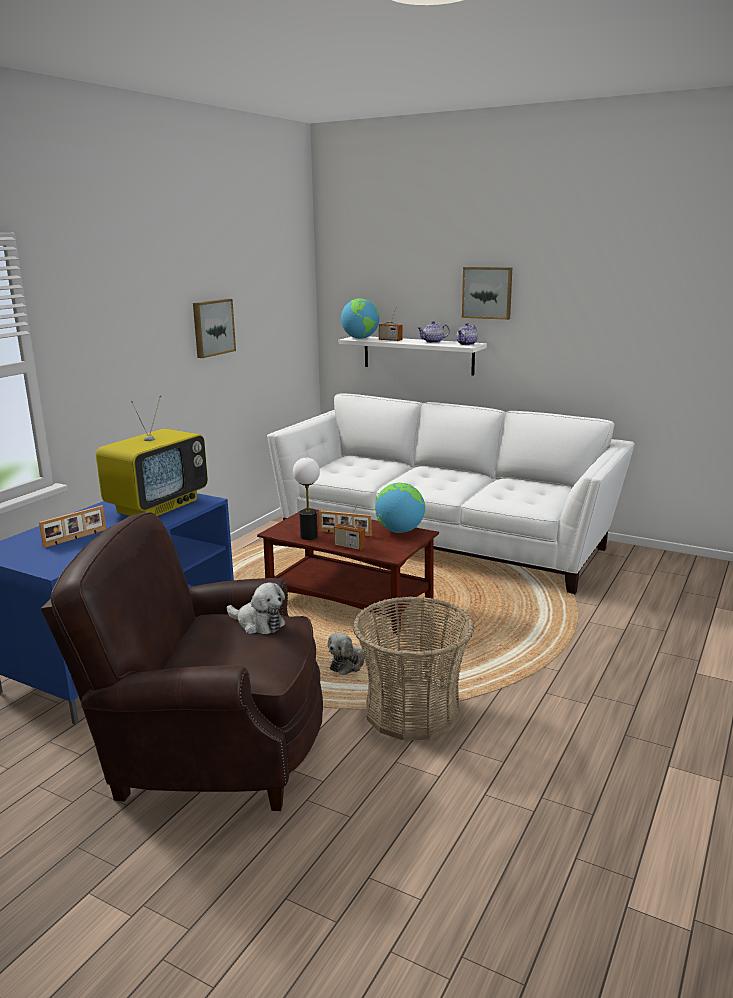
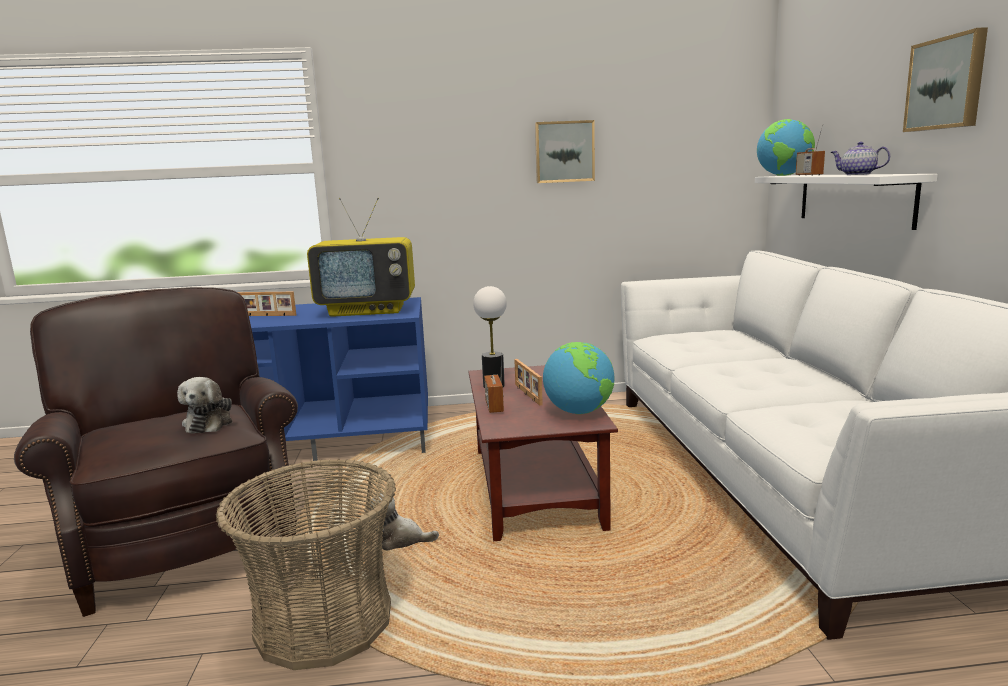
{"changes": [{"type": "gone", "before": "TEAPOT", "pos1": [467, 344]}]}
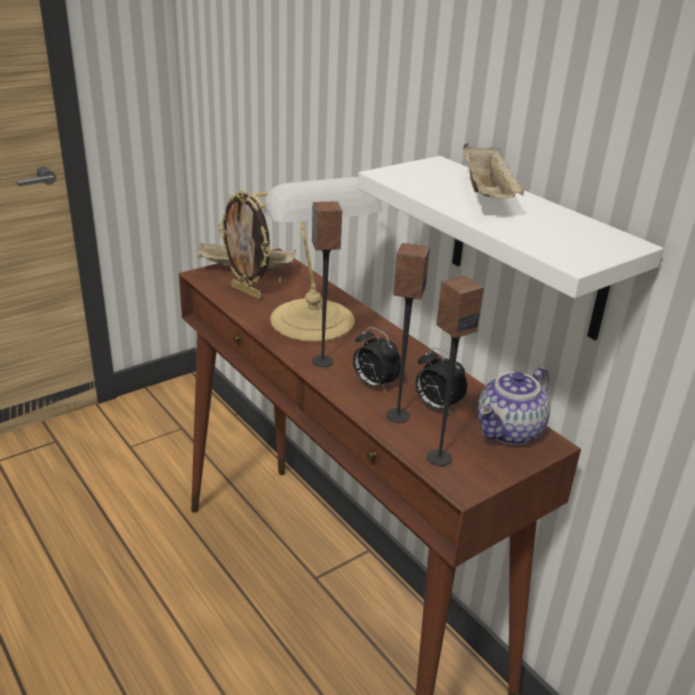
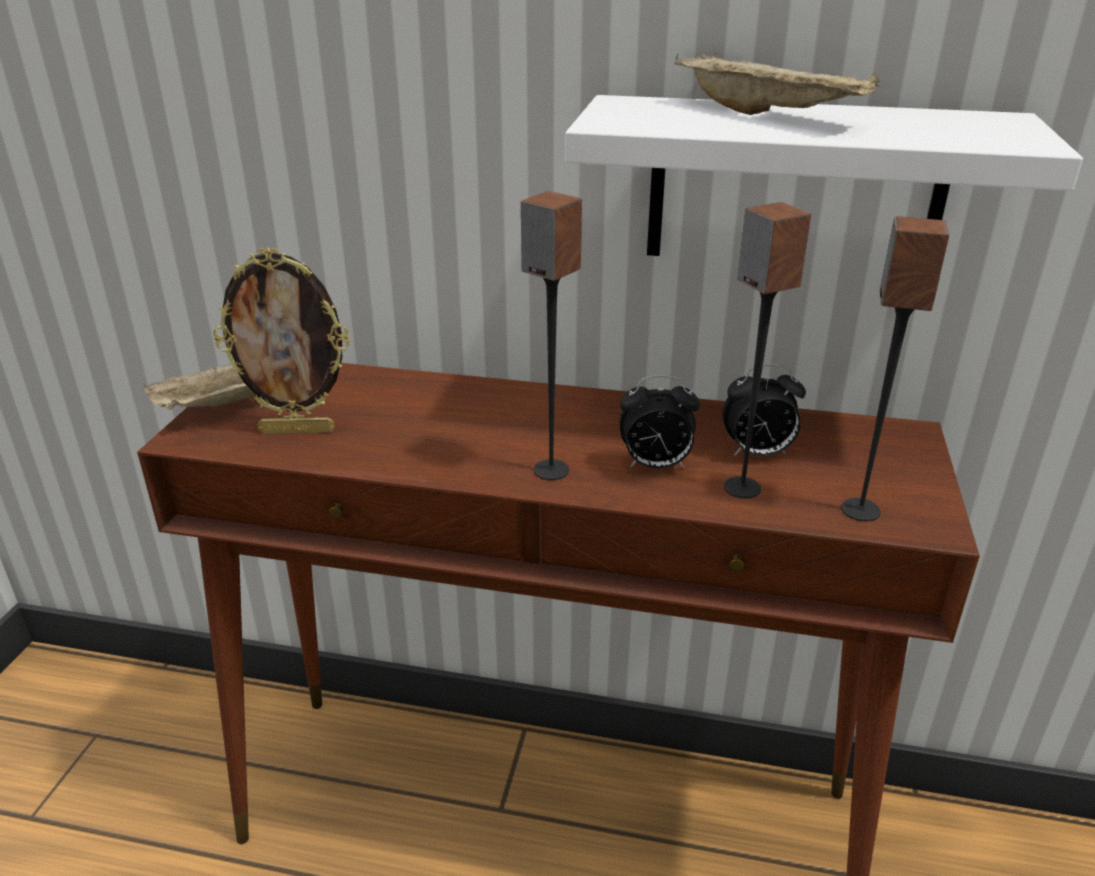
{"changes": [{"type": "gone", "before": "TABLE LAMP", "pos1": [314, 322]}, {"type": "gone", "before": "TEAPOT", "pos1": [510, 432]}]}
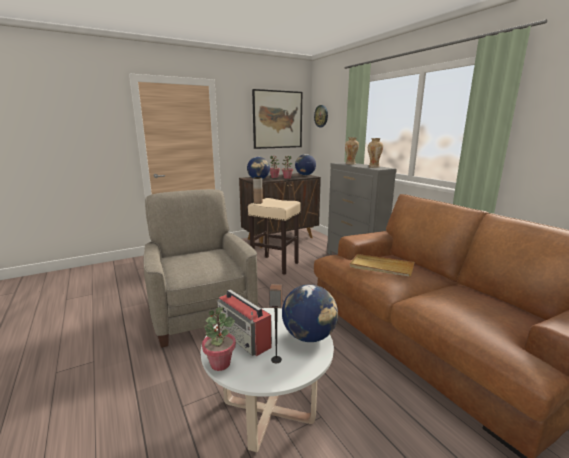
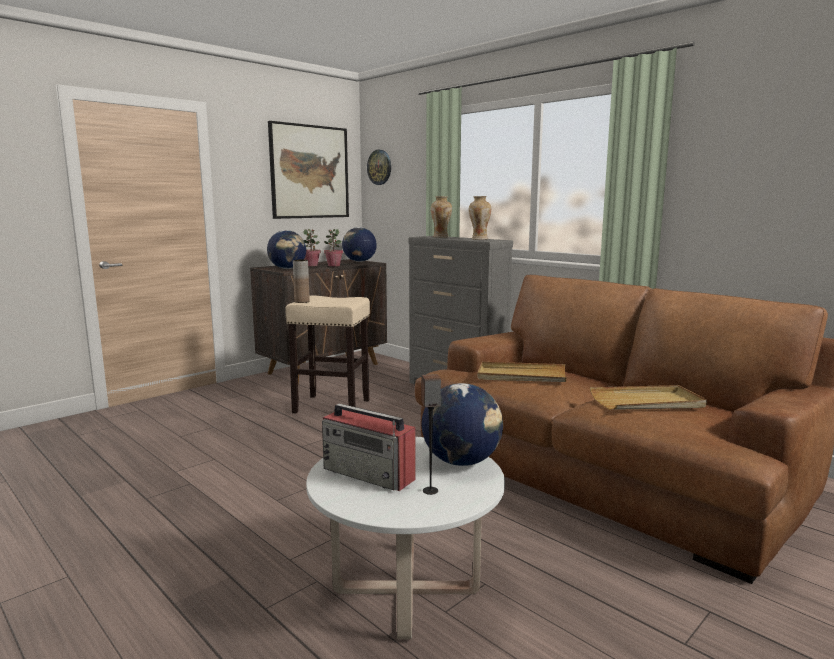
{"changes": [{"type": "new", "after": "BEIGE TRAY", "pos2": [647, 402]}, {"type": "gone", "before": "BEIGE ARMCHAIR", "pos1": [202, 312]}, {"type": "gone", "before": "POTTED PLANT", "pos1": [220, 363]}]}
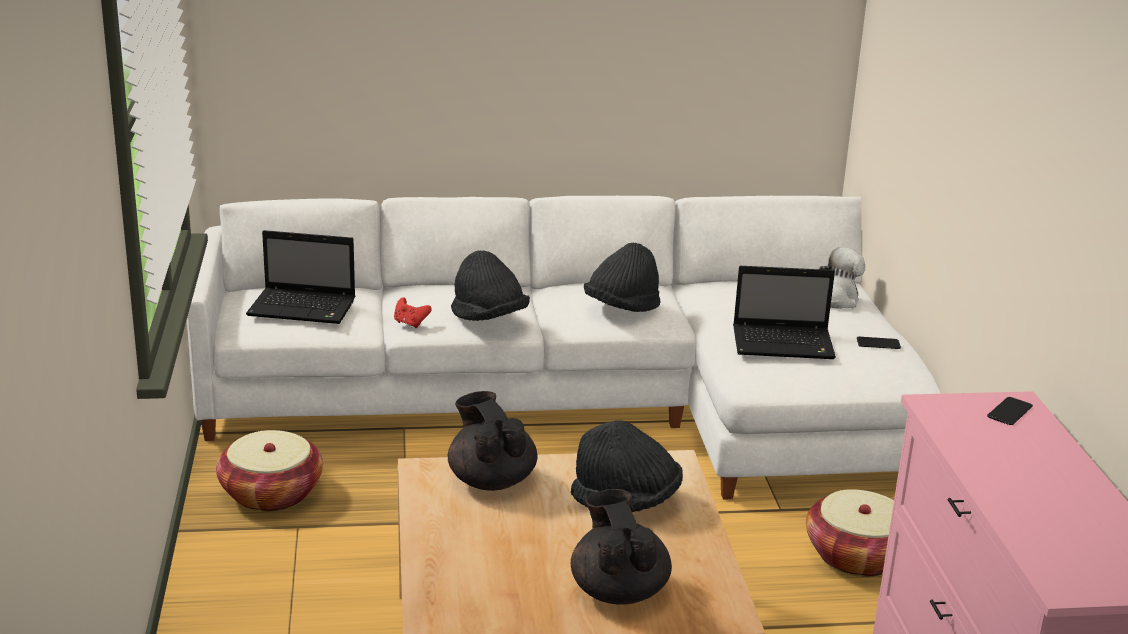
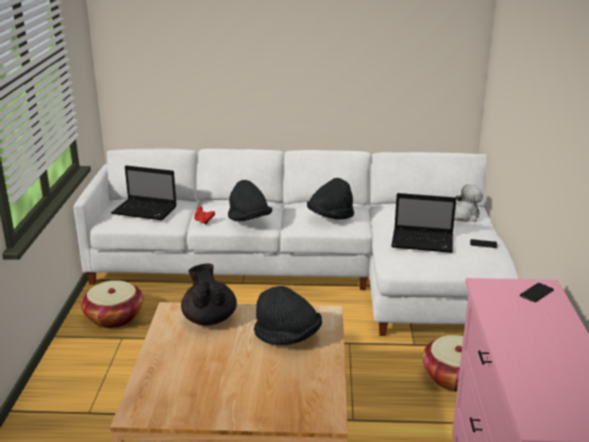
{"changes": [{"type": "gone", "before": "BLACK TEAPOT", "pos1": [618, 590]}]}
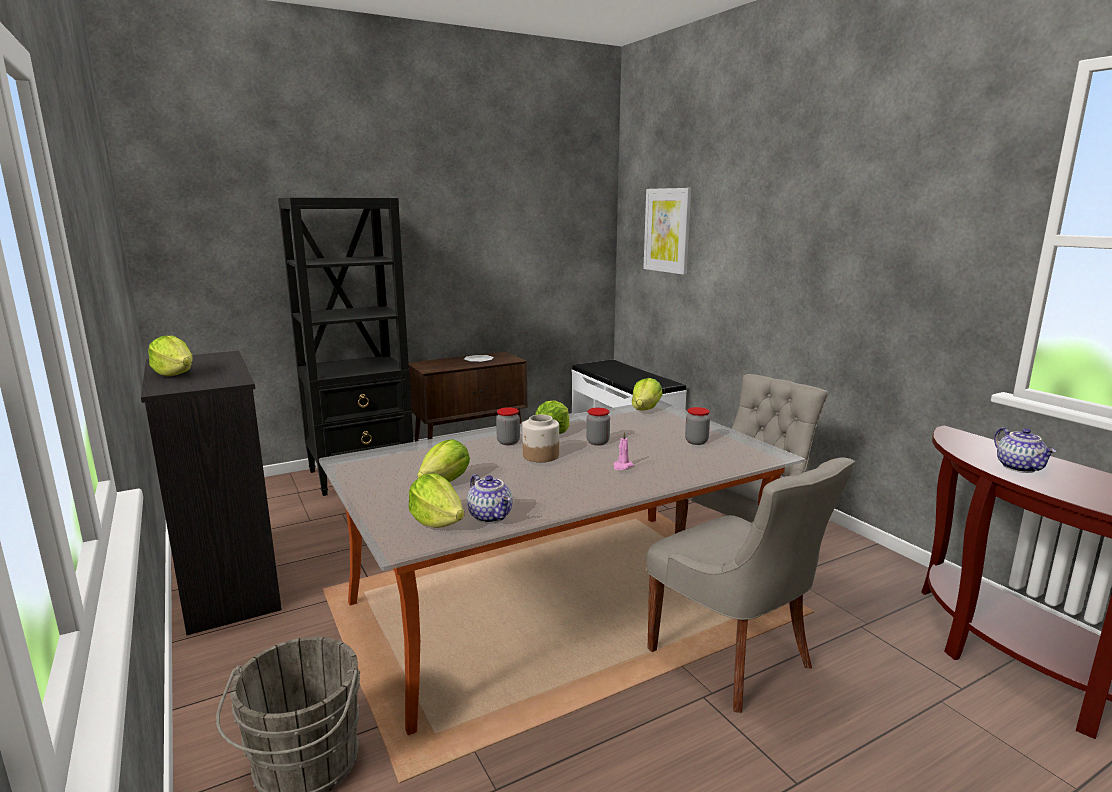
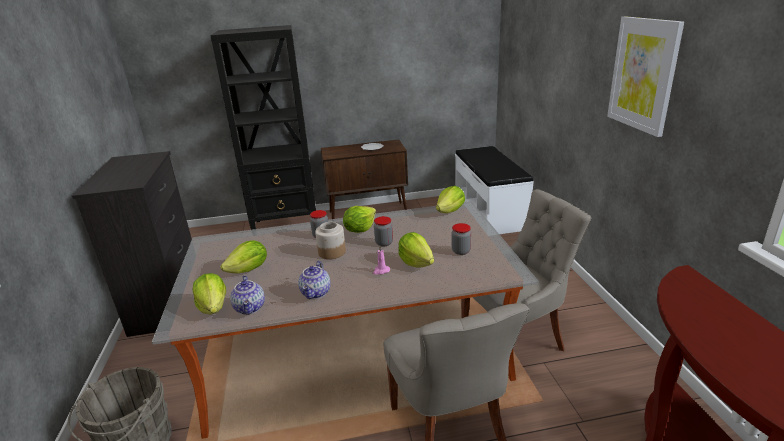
{"changes": [{"type": "shifted", "before": "TEAPOT", "pos1": [1020, 468], "pos2": [316, 293]}, {"type": "shifted", "before": "LETTUCE", "pos1": [175, 374], "pos2": [416, 262]}, {"type": "shifted", "before": "PICTURE", "pos1": [667, 230], "pos2": [643, 74]}]}
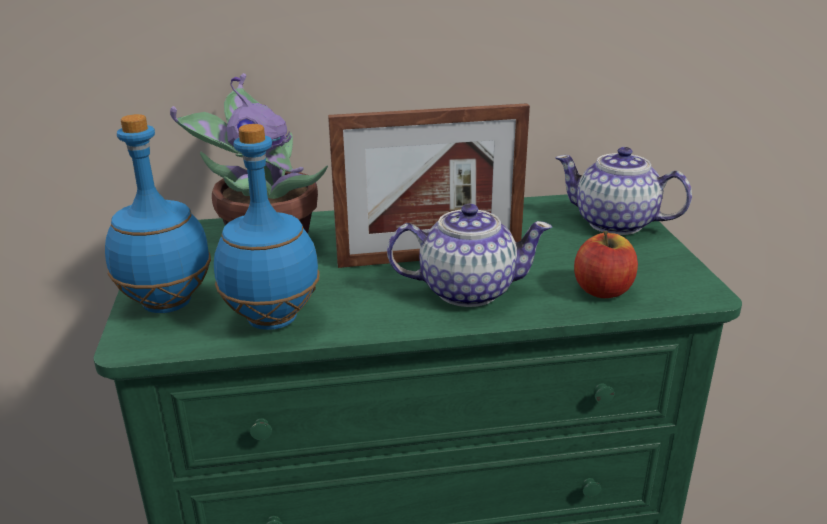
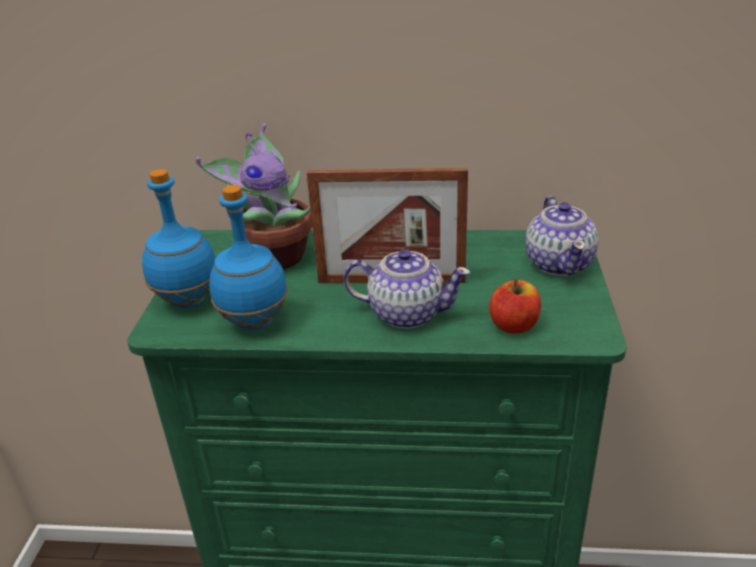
{"changes": [{"type": "rotated", "before": "TEAPOT", "pos1": [616, 224], "pos2": [559, 263], "turn": -135}]}
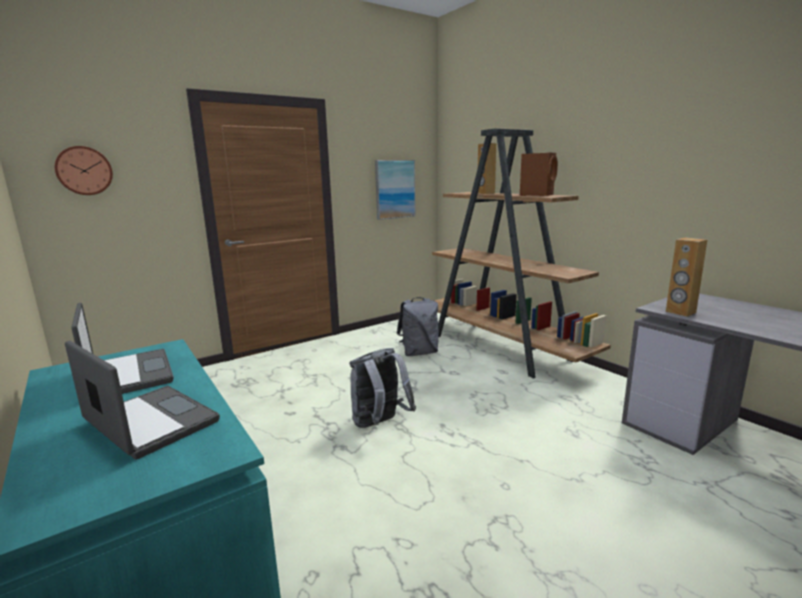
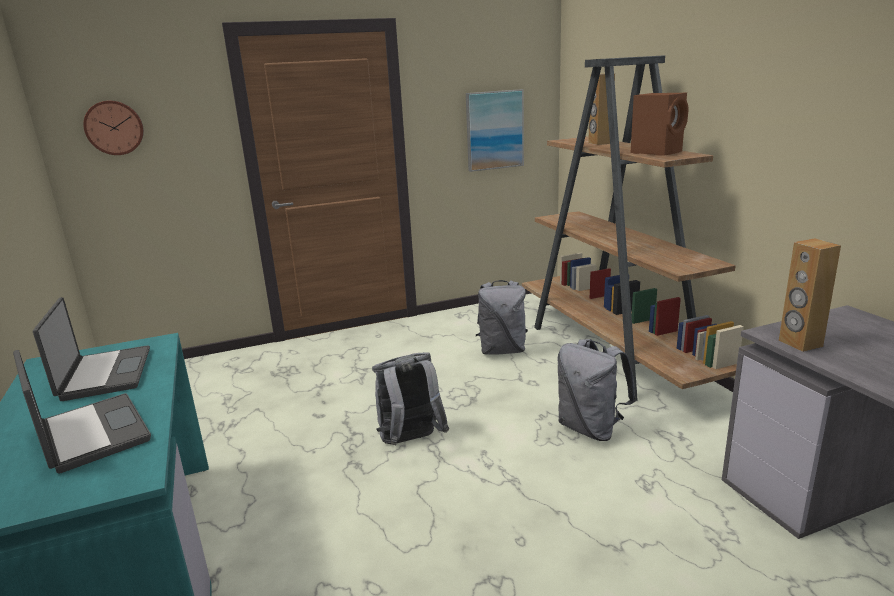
{"changes": [{"type": "new", "after": "GREY BACKPACK", "pos2": [591, 428]}]}
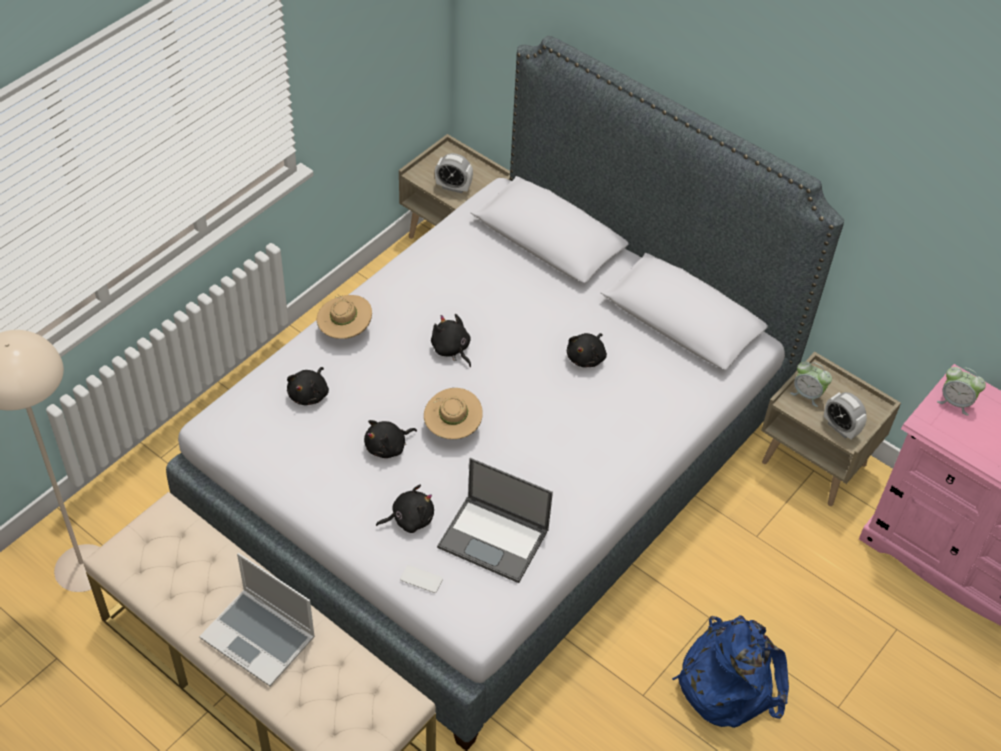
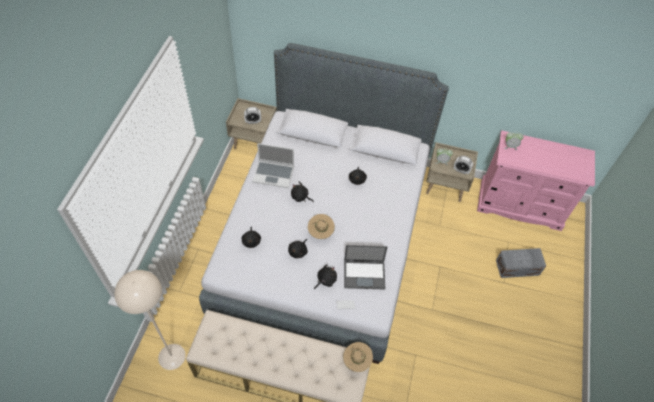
{"changes": [{"type": "shifted", "before": "LAPTOP", "pos1": [260, 638], "pos2": [274, 174]}, {"type": "shifted", "before": "BEIGE HAT", "pos1": [345, 330], "pos2": [357, 360]}, {"type": "new", "after": "GREY STORAGE BOX", "pos2": [518, 268]}, {"type": "gone", "before": "BLUE BACKPACK", "pos1": [728, 680]}]}
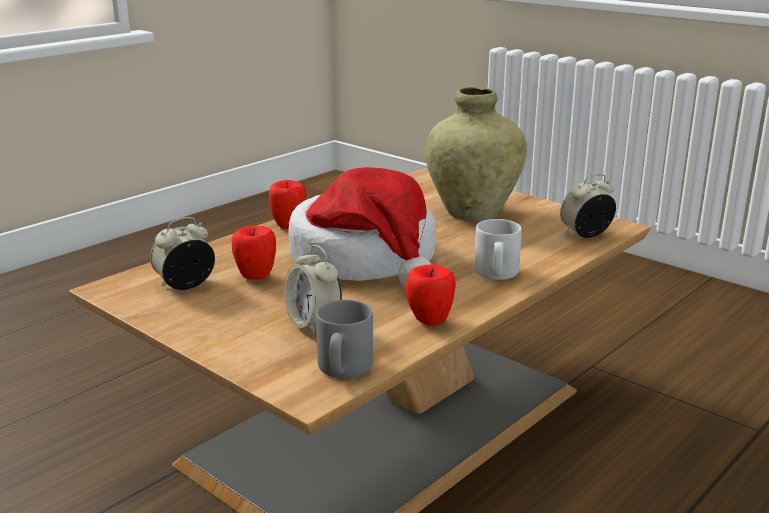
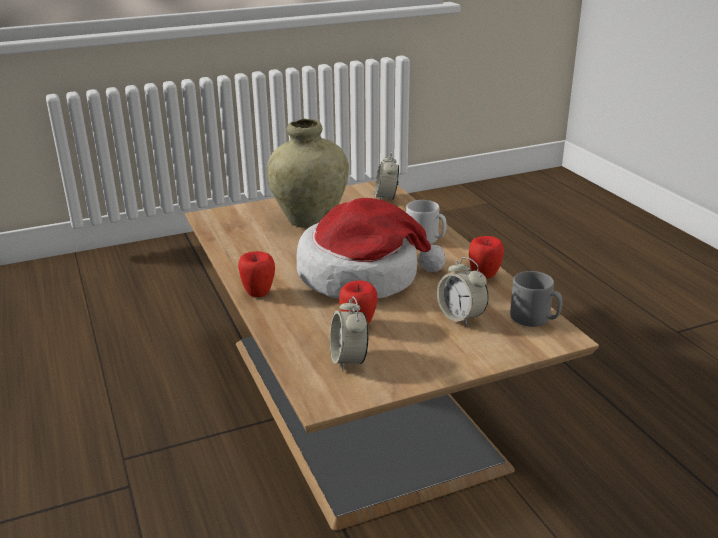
{"changes": [{"type": "rotated", "before": "ALARM CLOCK", "pos1": [313, 324], "pos2": [461, 317], "turn": 60}]}
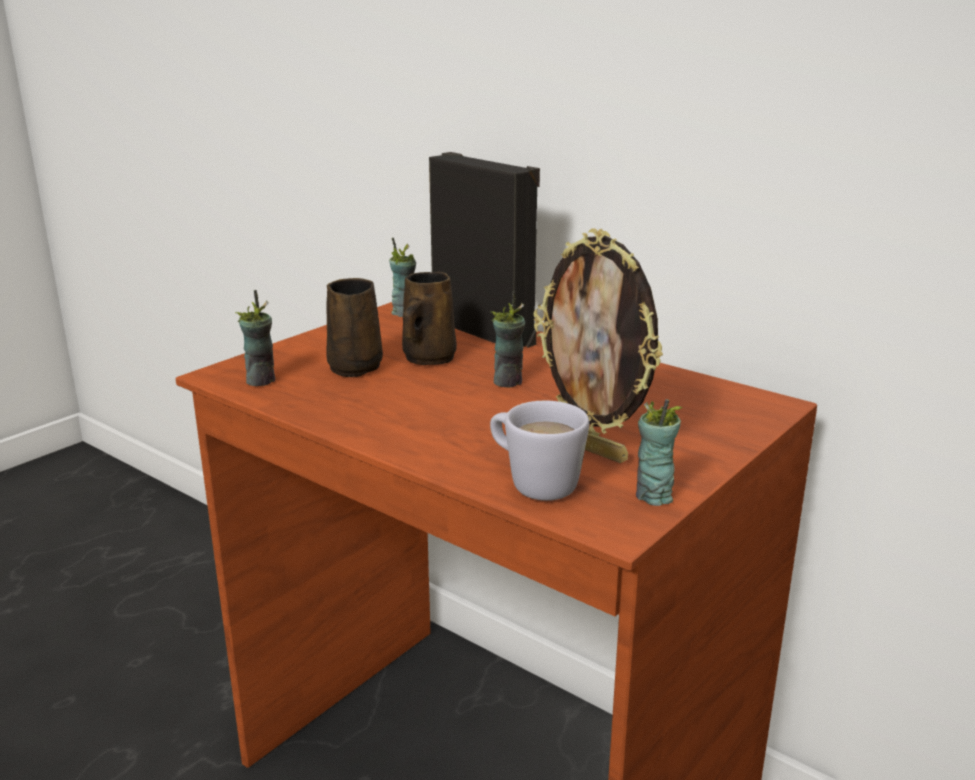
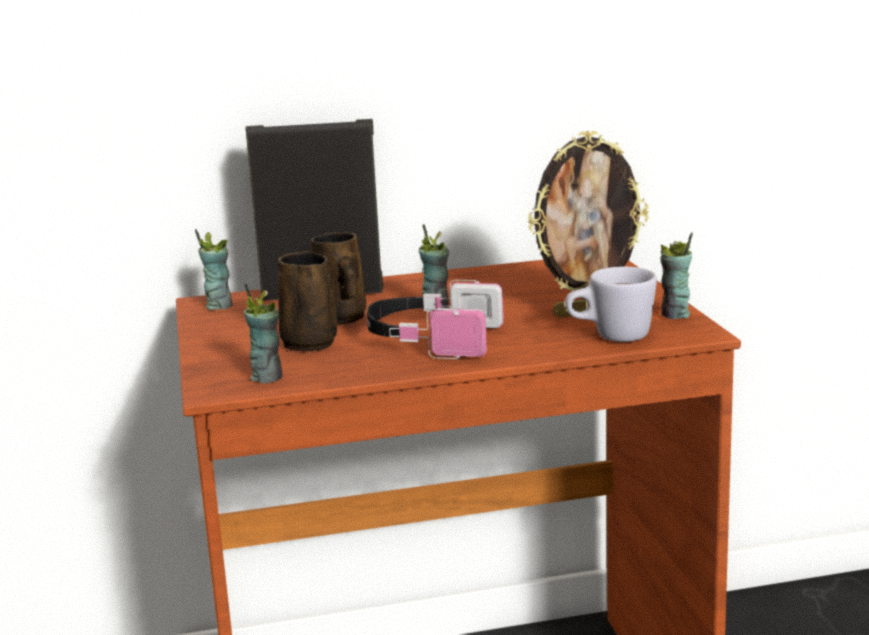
{"changes": [{"type": "new", "after": "HEADPHONES", "pos2": [432, 341]}]}
